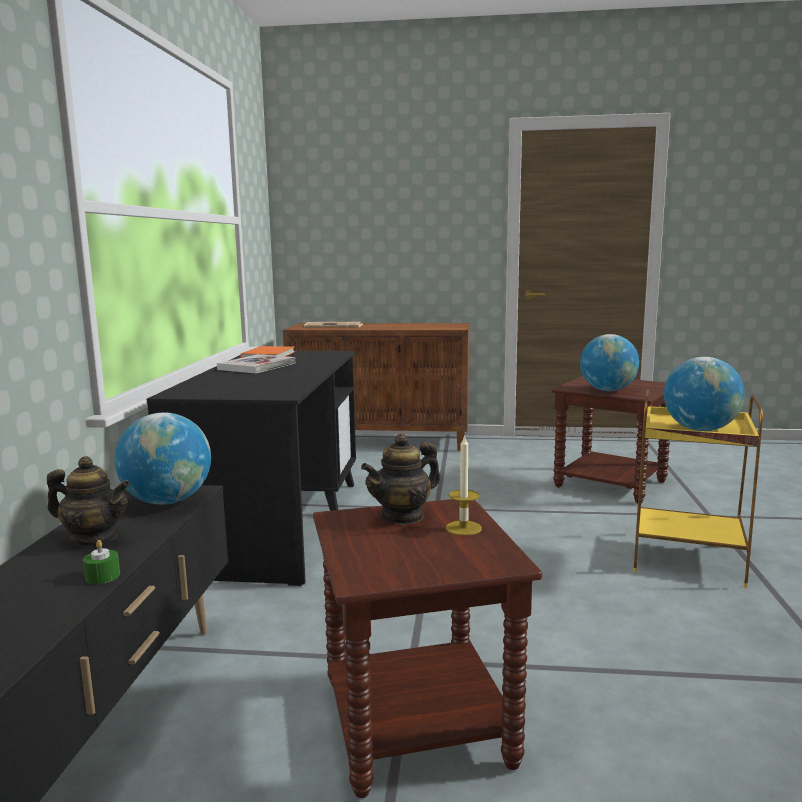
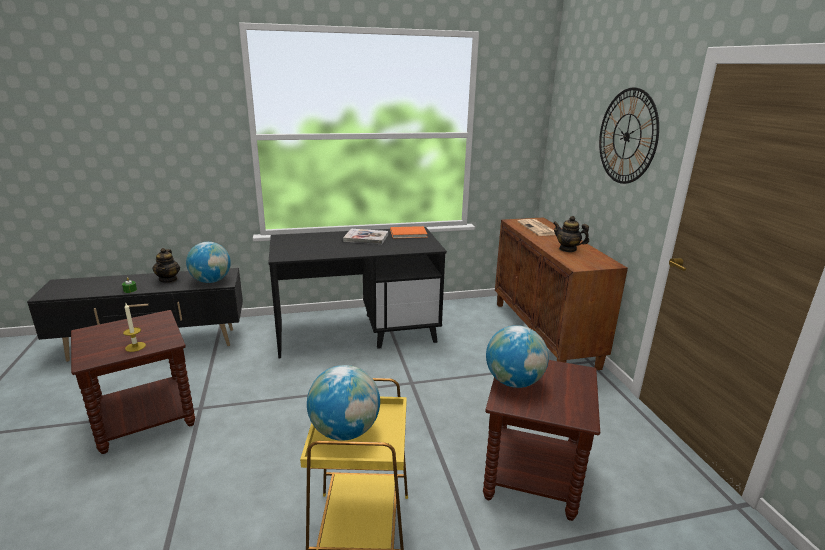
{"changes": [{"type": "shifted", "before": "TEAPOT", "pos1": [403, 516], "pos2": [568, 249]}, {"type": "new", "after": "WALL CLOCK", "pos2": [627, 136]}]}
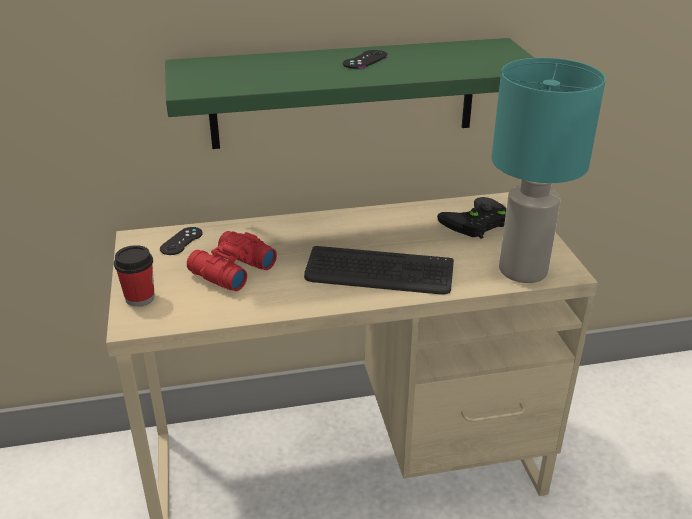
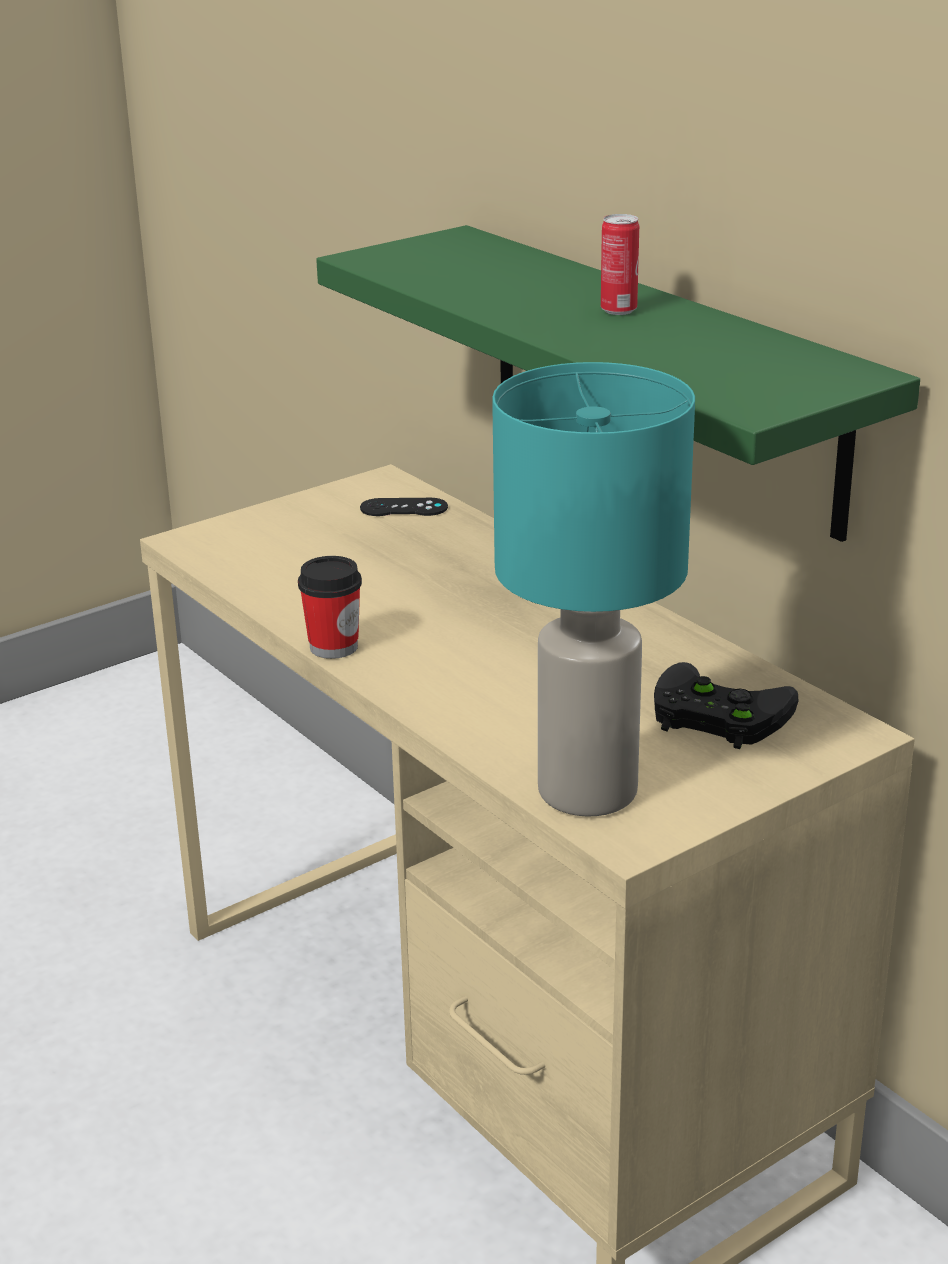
{"changes": [{"type": "shifted", "before": "CUP", "pos1": [140, 298], "pos2": [333, 647]}, {"type": "swapped", "before": "BLACK GAME CONTROLLER", "after": "CAN", "pos1": [365, 60], "pos2": [618, 310]}, {"type": "gone", "before": "RED BINOCULARS", "pos1": [230, 270]}, {"type": "gone", "before": "KEYBOARD", "pos1": [379, 273]}]}
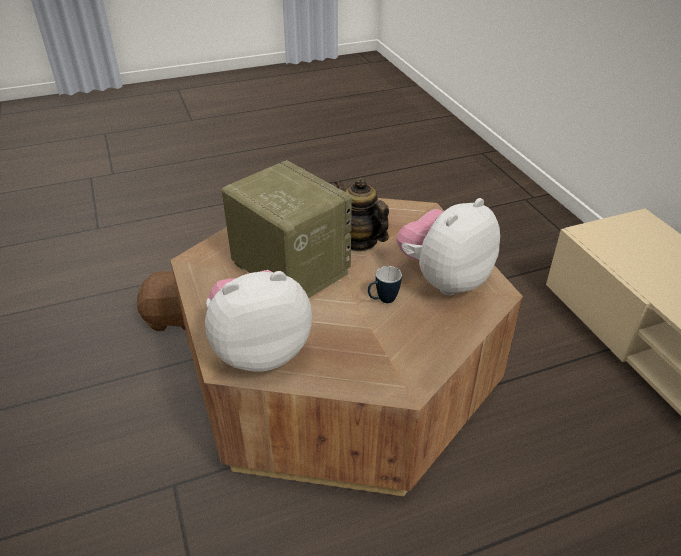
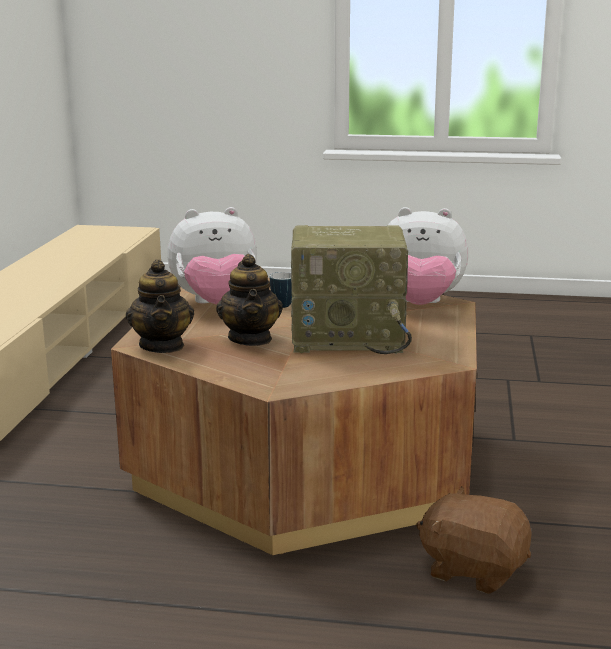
{"changes": [{"type": "new", "after": "TEAPOT", "pos2": [162, 346]}, {"type": "rotated", "before": "RADIO", "pos1": [288, 268], "pos2": [349, 337], "turn": -75}]}
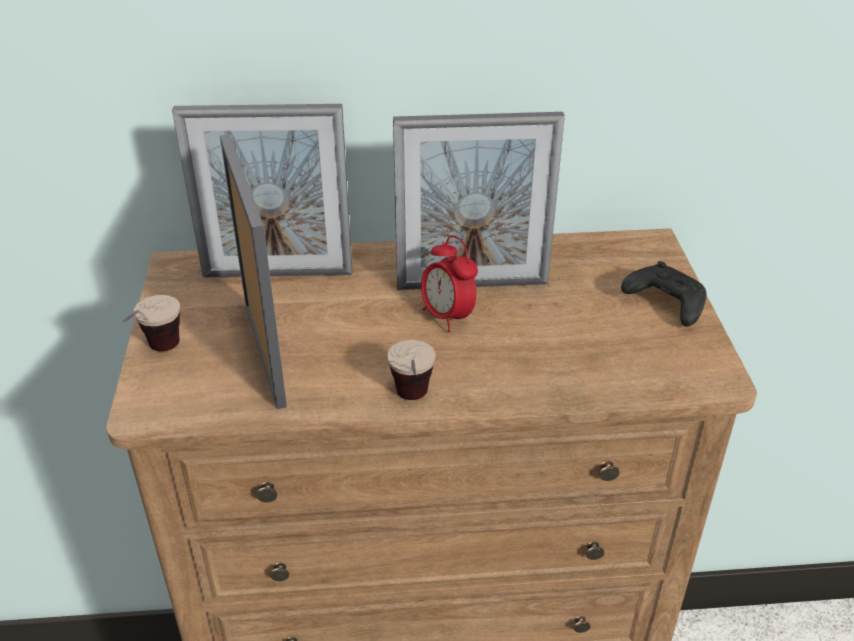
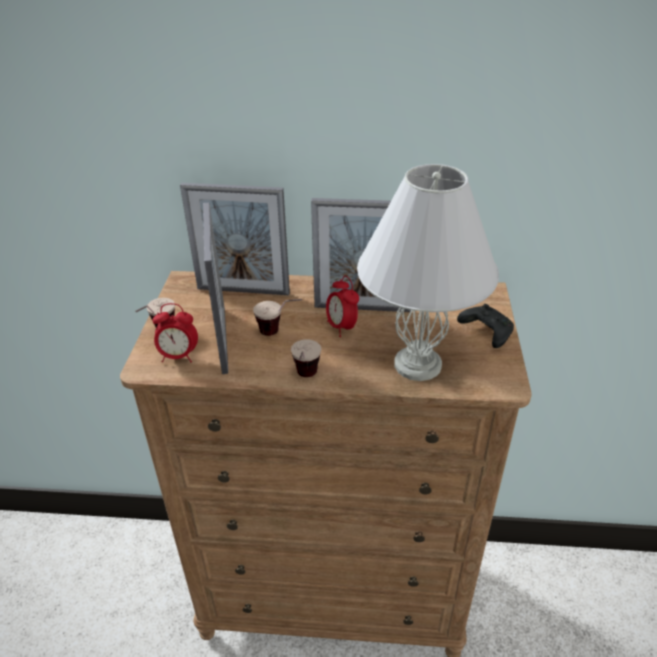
{"changes": [{"type": "new", "after": "ALARM CLOCK", "pos2": [179, 356]}, {"type": "new", "after": "CUP", "pos2": [279, 332]}, {"type": "new", "after": "WHITE TABLE LAMP", "pos2": [417, 364]}]}
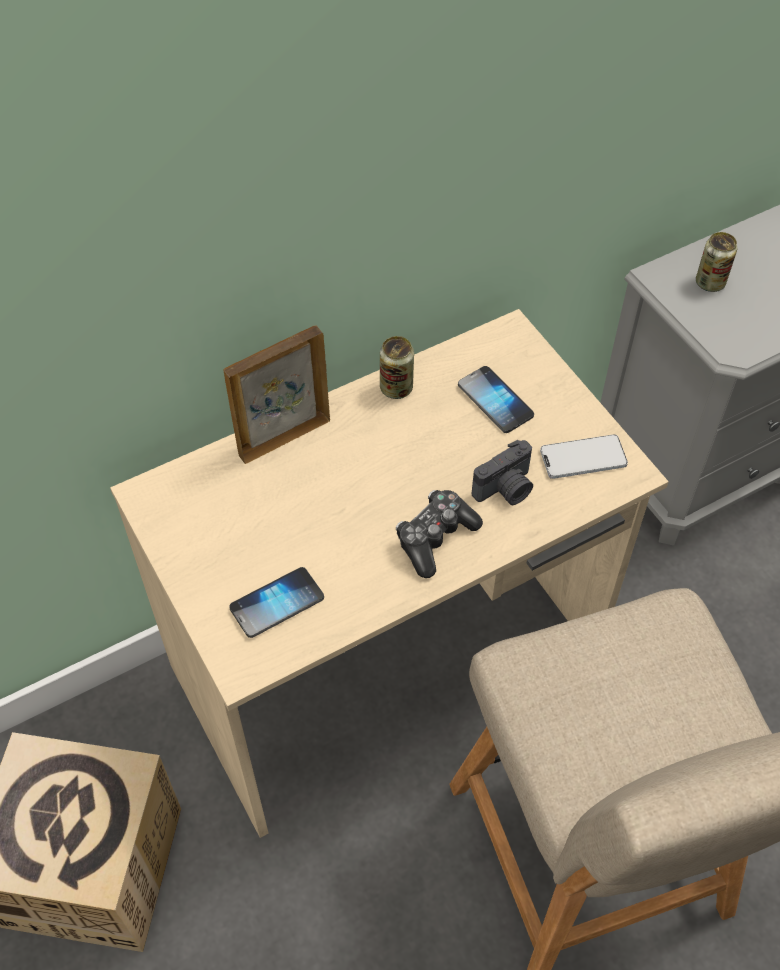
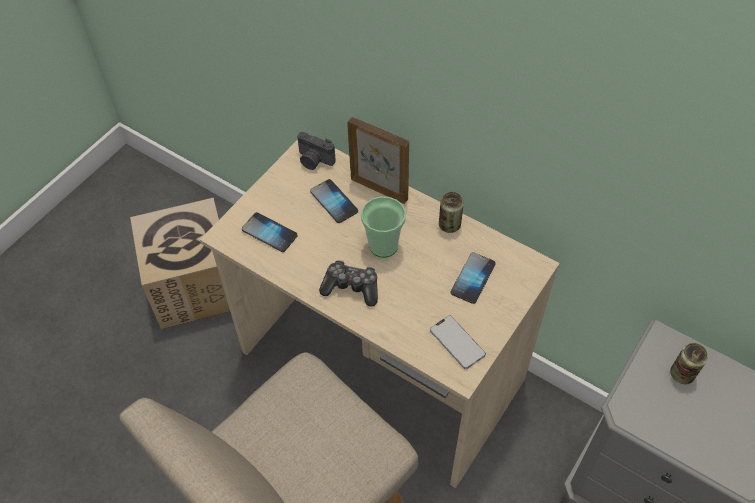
{"changes": [{"type": "shifted", "before": "PHOTO CAMERA", "pos1": [506, 489], "pos2": [314, 160]}, {"type": "new", "after": "PHONE", "pos2": [334, 202]}, {"type": "new", "after": "CUP", "pos2": [383, 245]}]}
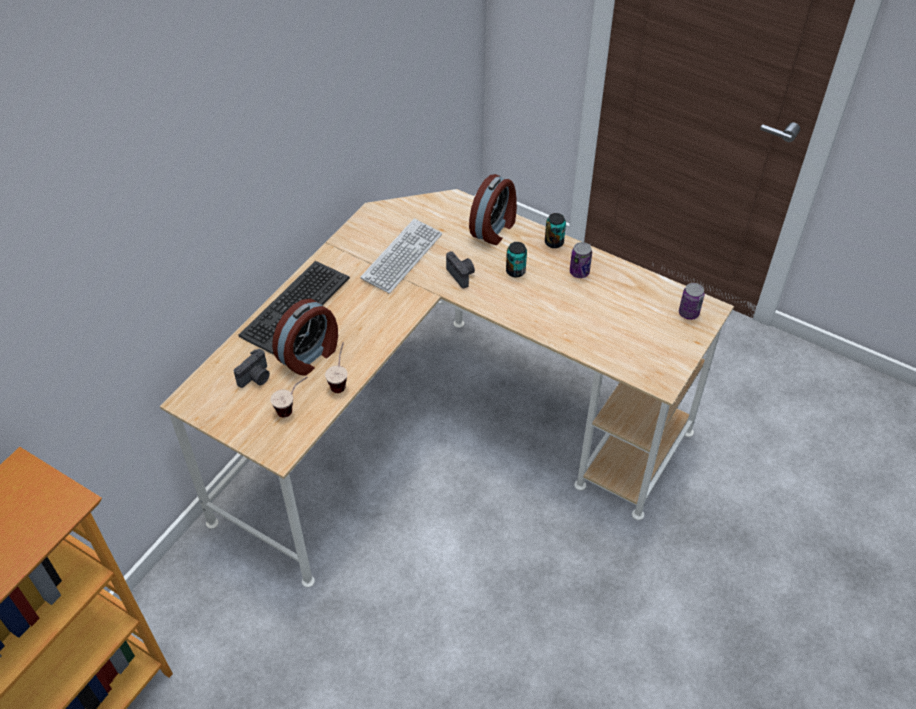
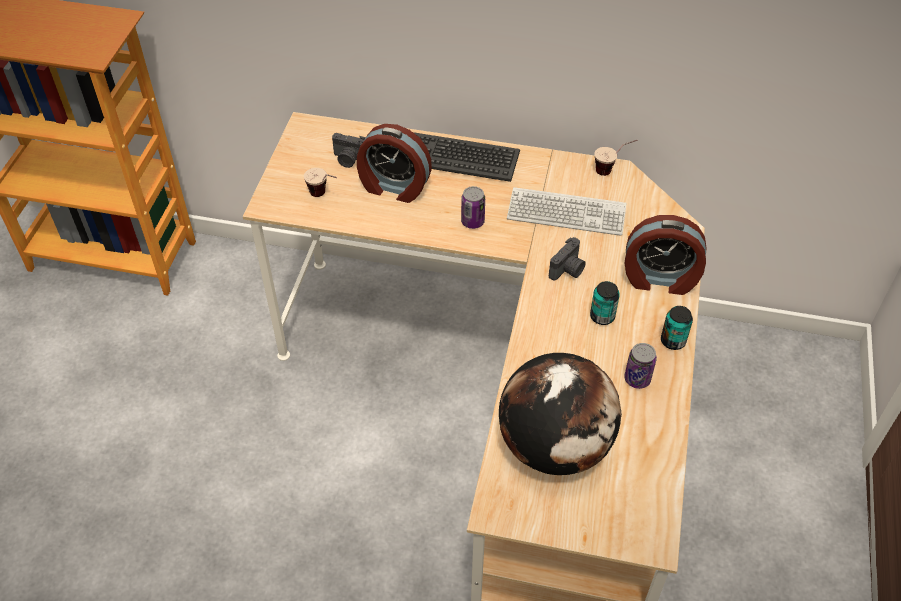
{"changes": [{"type": "shifted", "before": "CAN", "pos1": [688, 313], "pos2": [472, 222]}, {"type": "new", "after": "GLOBE", "pos2": [555, 446]}, {"type": "shifted", "before": "CUP", "pos1": [340, 380], "pos2": [612, 170]}]}
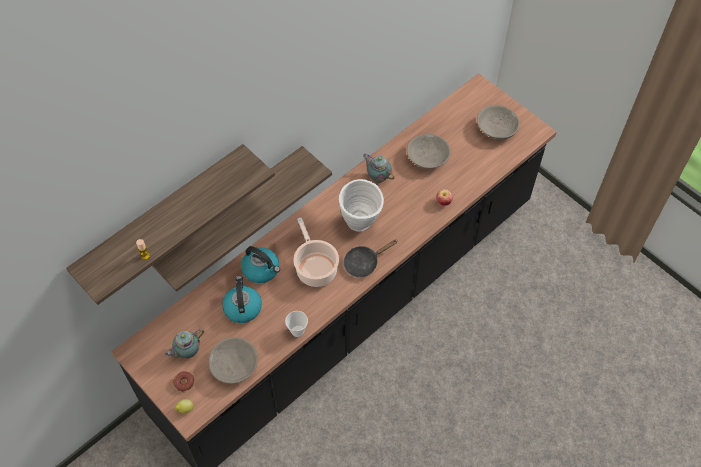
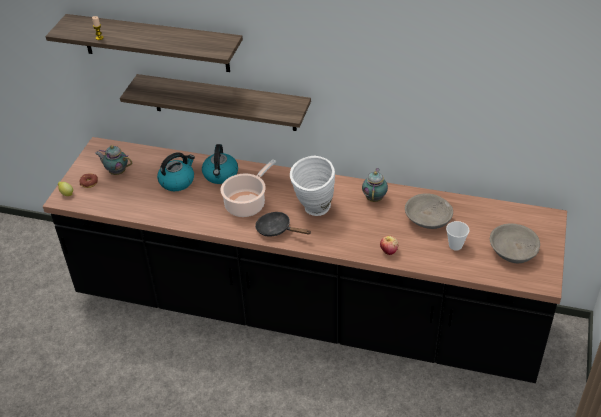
{"changes": [{"type": "shifted", "before": "CUP", "pos1": [297, 331], "pos2": [455, 245]}, {"type": "gone", "before": "GREY BOWL", "pos1": [234, 365]}]}
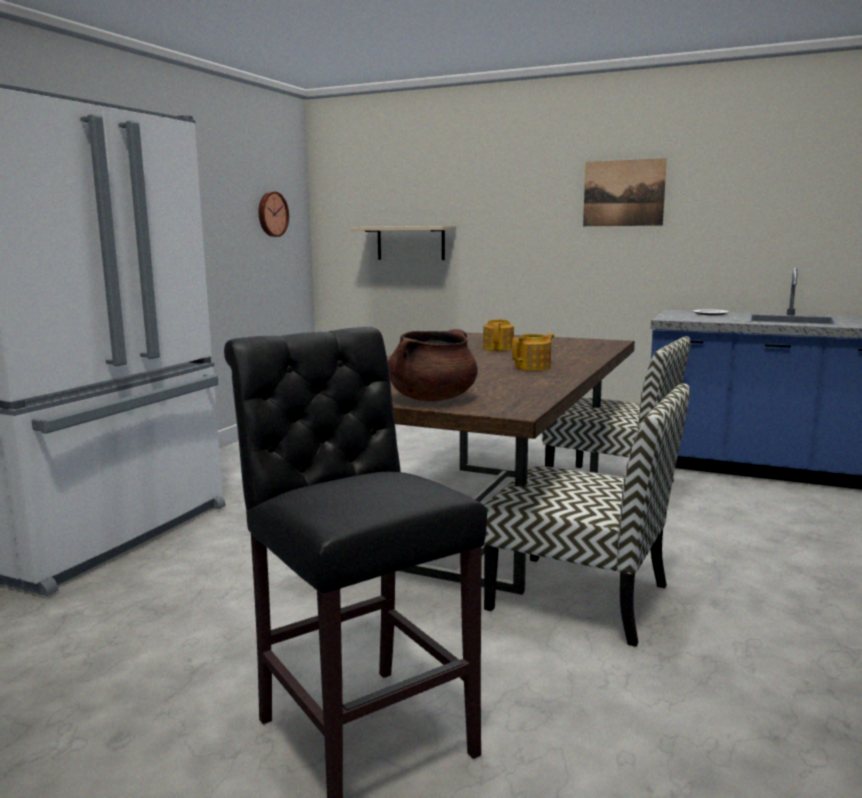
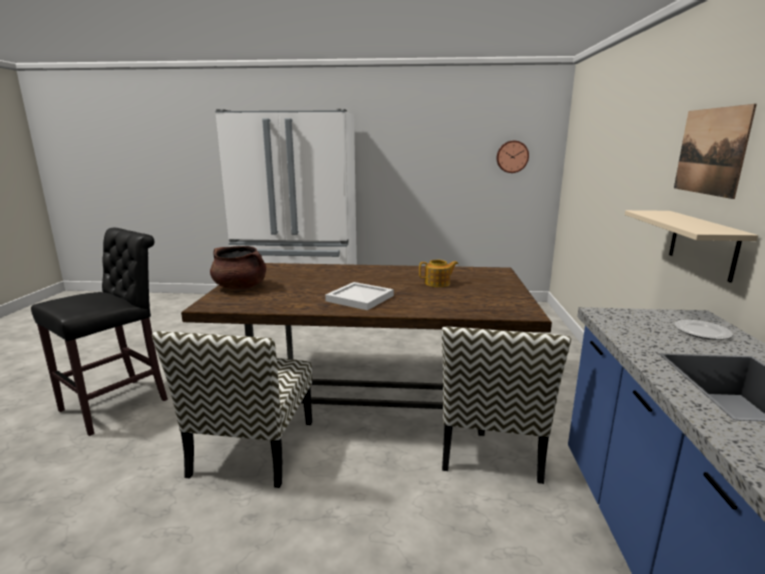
{"changes": [{"type": "swapped", "before": "TEAPOT", "after": "WHITE TRAY", "pos1": [533, 367], "pos2": [359, 298]}, {"type": "shifted", "before": "BEIGE SHELF", "pos1": [410, 243], "pos2": [702, 244]}]}
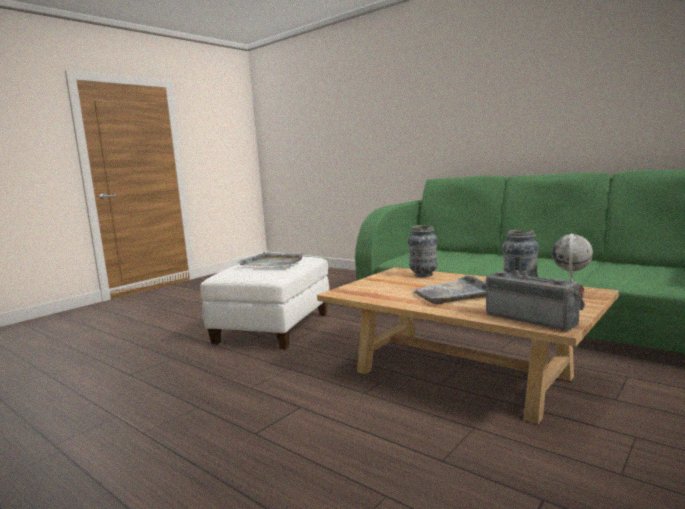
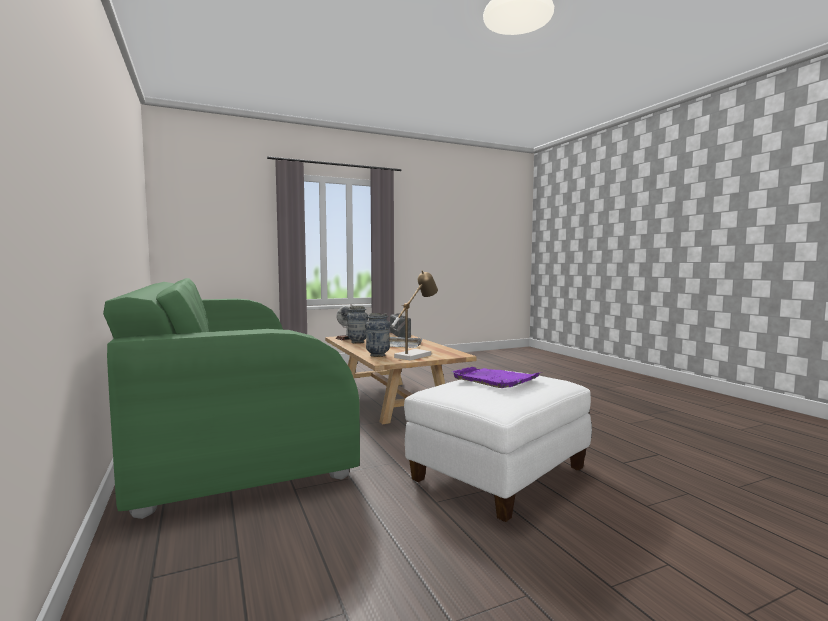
{"changes": [{"type": "new", "after": "TABLE LAMP", "pos2": [415, 355]}, {"type": "repainted", "before": "GREY TRAY", "after": "PURPLE TRAY", "pos1": [272, 263], "pos2": [495, 379]}]}
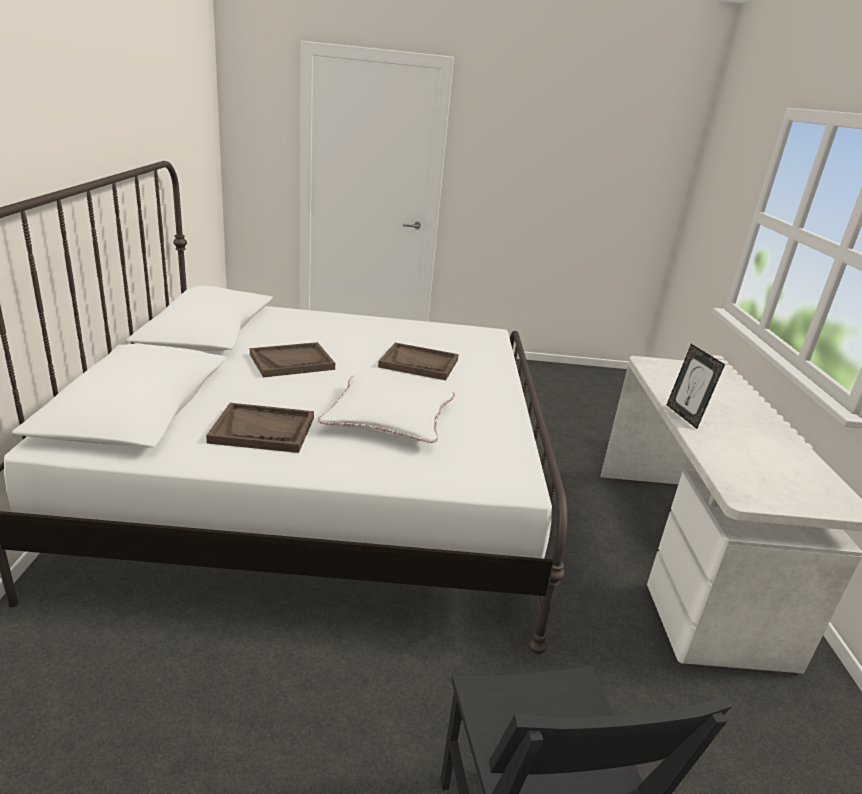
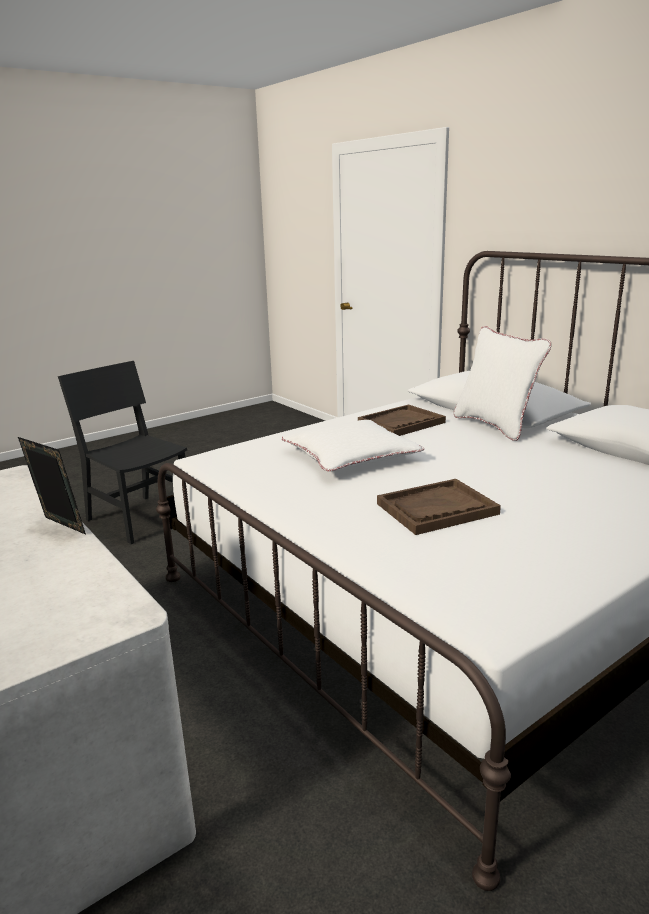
{"changes": [{"type": "new", "after": "WHITE PILLOW", "pos2": [495, 425]}, {"type": "gone", "before": "BROWN TRAY", "pos1": [292, 362]}]}
